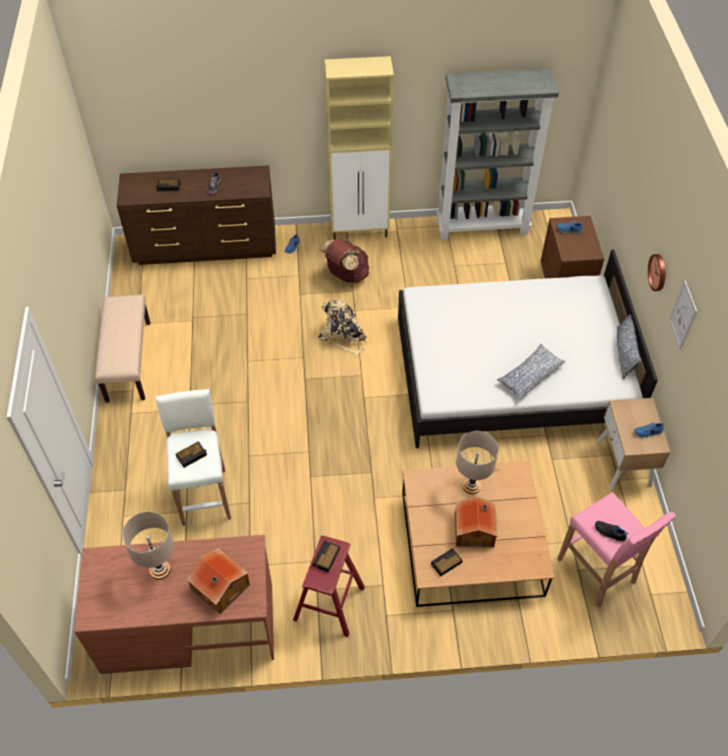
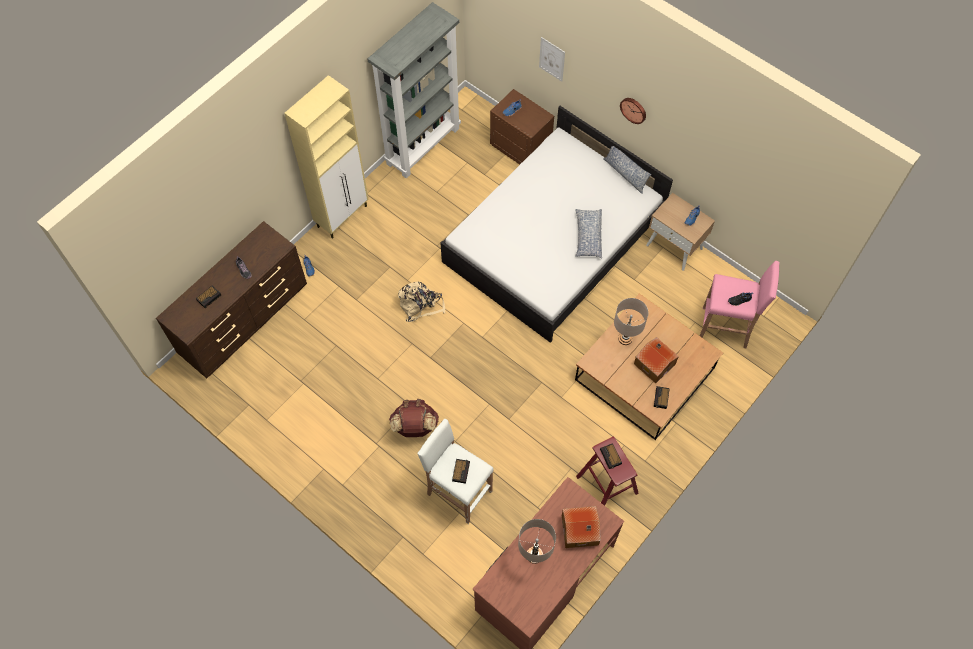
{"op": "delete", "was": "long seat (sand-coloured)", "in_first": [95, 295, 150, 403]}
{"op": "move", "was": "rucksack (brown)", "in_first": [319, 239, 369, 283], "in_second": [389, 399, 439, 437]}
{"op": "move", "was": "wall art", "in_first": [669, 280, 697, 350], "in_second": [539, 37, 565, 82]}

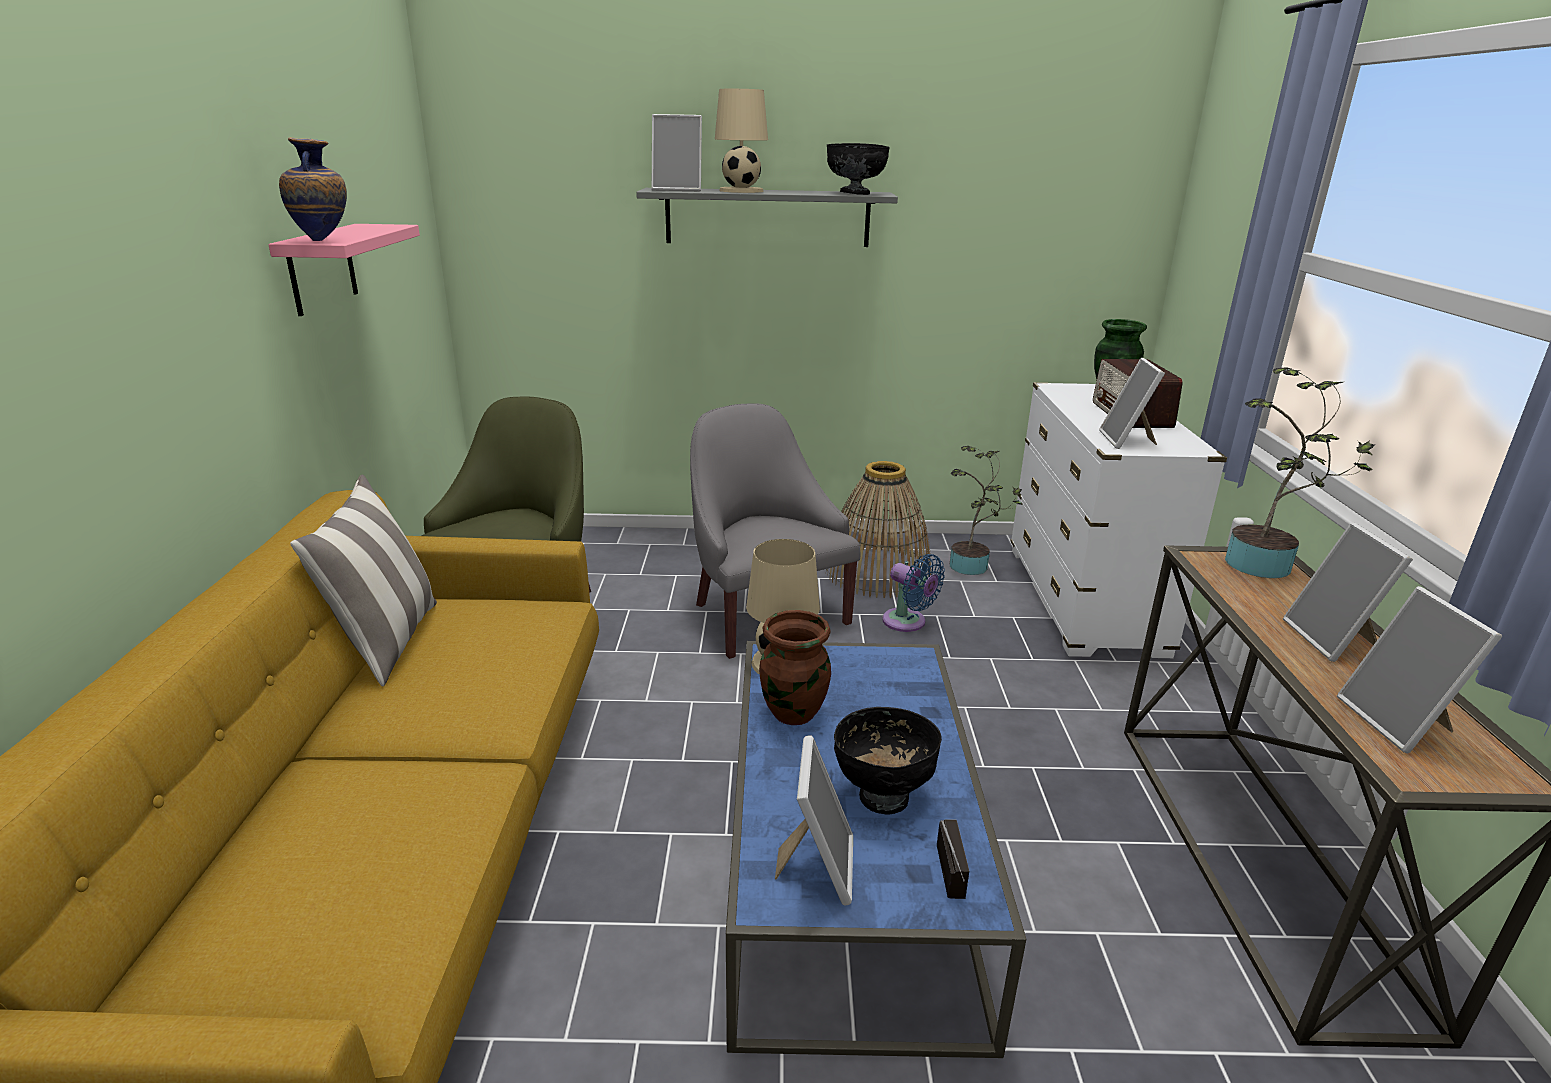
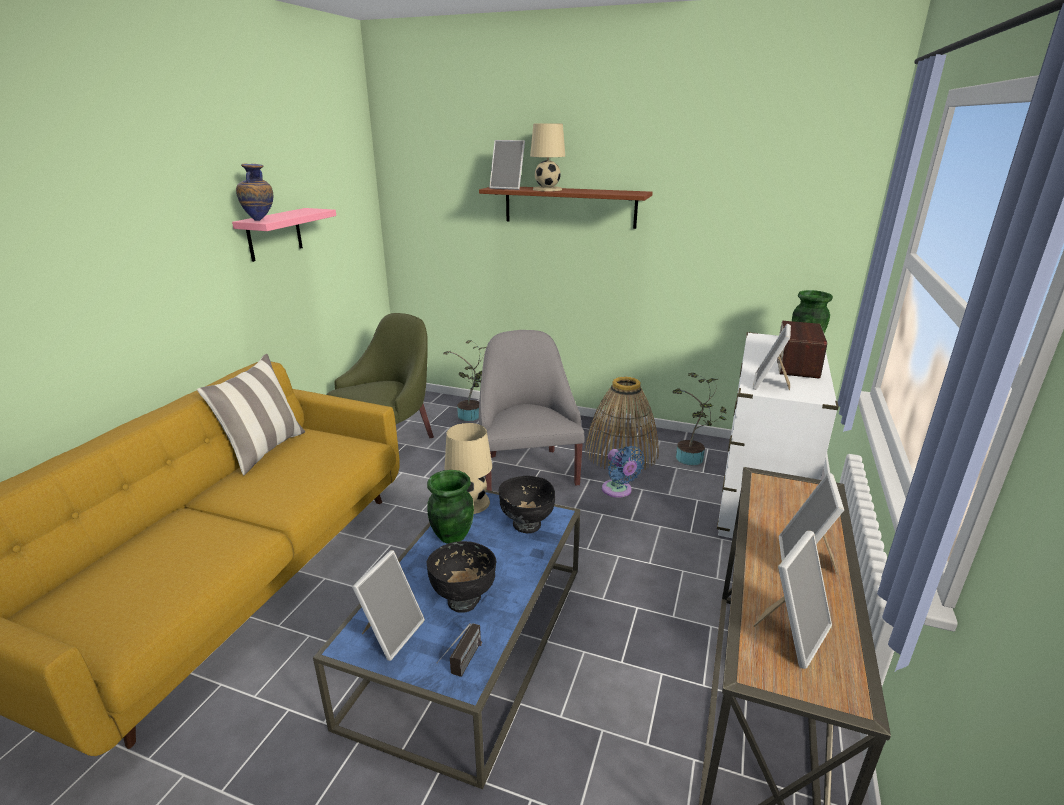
{"op": "move", "was": "deep dish (blackish)", "in_first": [827, 143, 890, 195], "in_second": [499, 476, 555, 533]}
{"op": "move", "was": "plant in a pot", "in_first": [1225, 368, 1375, 578], "in_second": [443, 340, 486, 421]}
{"op": "recolor", "was": "shelf (gray)", "now": "shelf (brown)", "in_first": [636, 188, 898, 247], "in_second": [479, 187, 653, 229]}
{"op": "recolor", "was": "vase (brown)", "now": "vase (greenish)", "in_first": [759, 610, 831, 725], "in_second": [427, 470, 474, 544]}
{"op": "rotate", "was": "picture frame", "in_first": [1337, 586, 1502, 753], "in_second": [754, 531, 832, 669], "clockwise": -150}

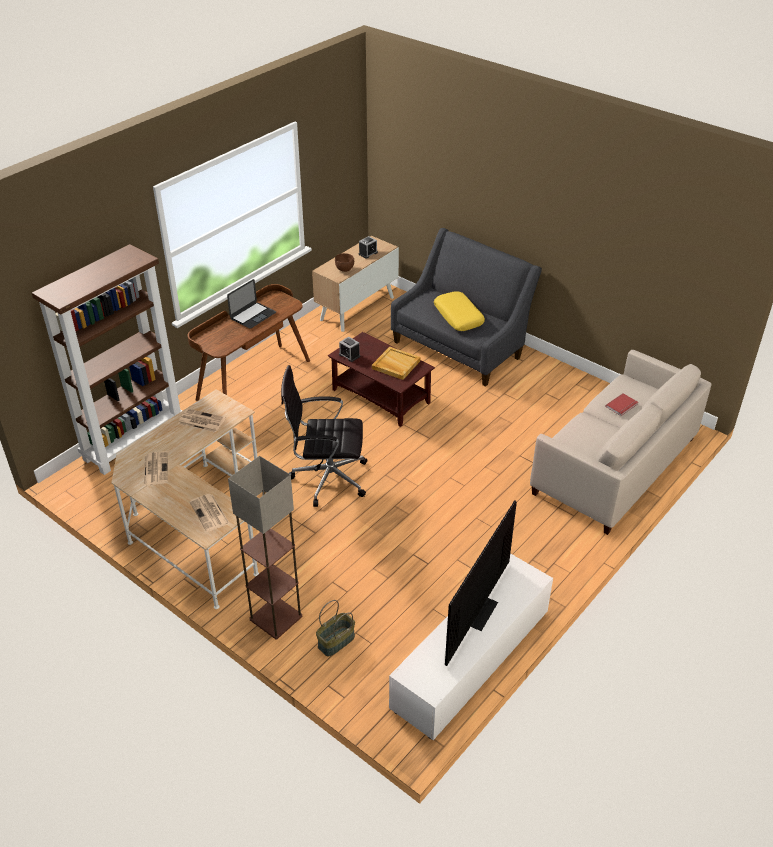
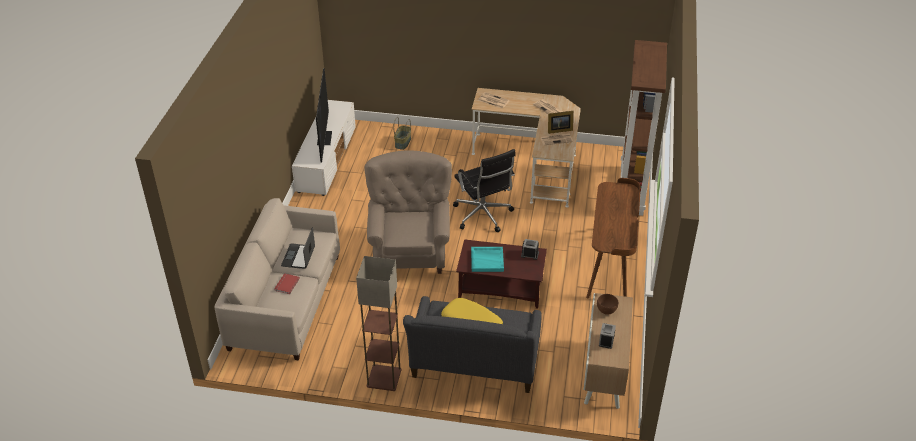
{"op": "insert", "now": "lounge chair (sand-coloured)", "in_second": [364, 150, 452, 274]}
{"op": "insert", "now": "picture frame", "in_second": [548, 111, 573, 134]}
{"op": "move", "was": "laptop", "in_first": [227, 279, 276, 329], "in_second": [281, 228, 315, 269]}
{"op": "move", "was": "standing lamp", "in_first": [228, 456, 302, 640], "in_second": [356, 256, 401, 391]}
{"op": "recolor", "was": "serving tray (sand-coloured)", "now": "serving tray (turquoise)", "in_first": [372, 347, 421, 380], "in_second": [471, 247, 504, 272]}
{"op": "rotate", "was": "office chair (blackish)", "in_first": [281, 365, 367, 507], "in_second": [453, 149, 516, 232], "clockwise": 90}

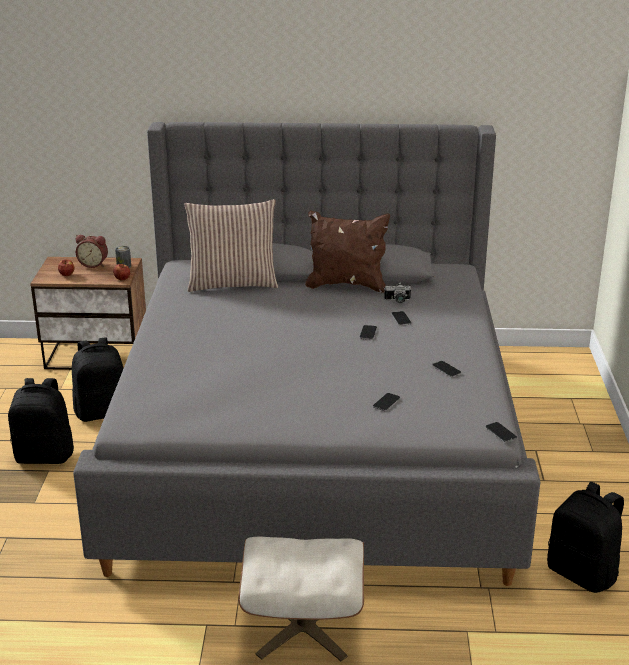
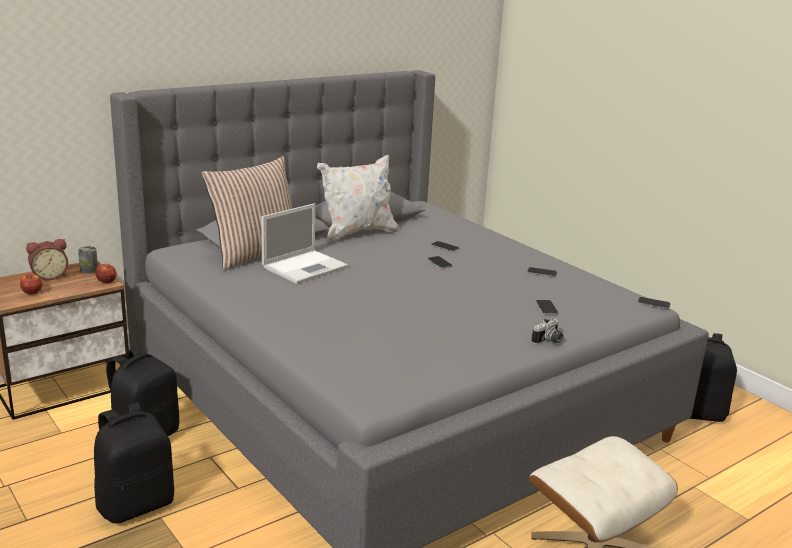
{"op": "insert", "now": "laptop", "in_second": [261, 203, 348, 284]}
{"op": "move", "was": "photo camera", "in_first": [384, 282, 411, 303], "in_second": [531, 317, 564, 344]}
{"op": "recolor", "was": "pillow (brown)", "now": "pillow (white)", "in_first": [305, 210, 390, 293], "in_second": [317, 155, 399, 242]}

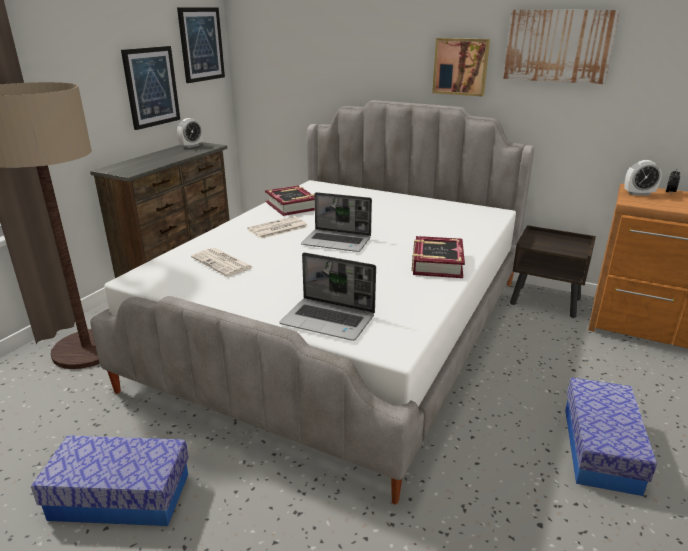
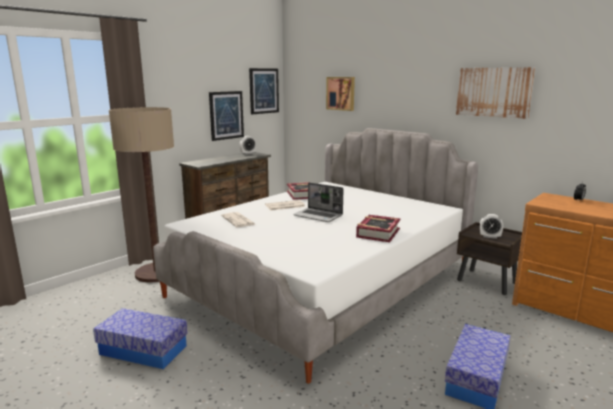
{"op": "delete", "was": "laptop", "in_first": [280, 252, 376, 341]}
{"op": "move", "was": "wall art", "in_first": [432, 38, 490, 96], "in_second": [326, 77, 355, 111]}
{"op": "move", "was": "bedside clock", "in_first": [624, 160, 662, 196], "in_second": [480, 214, 503, 239]}

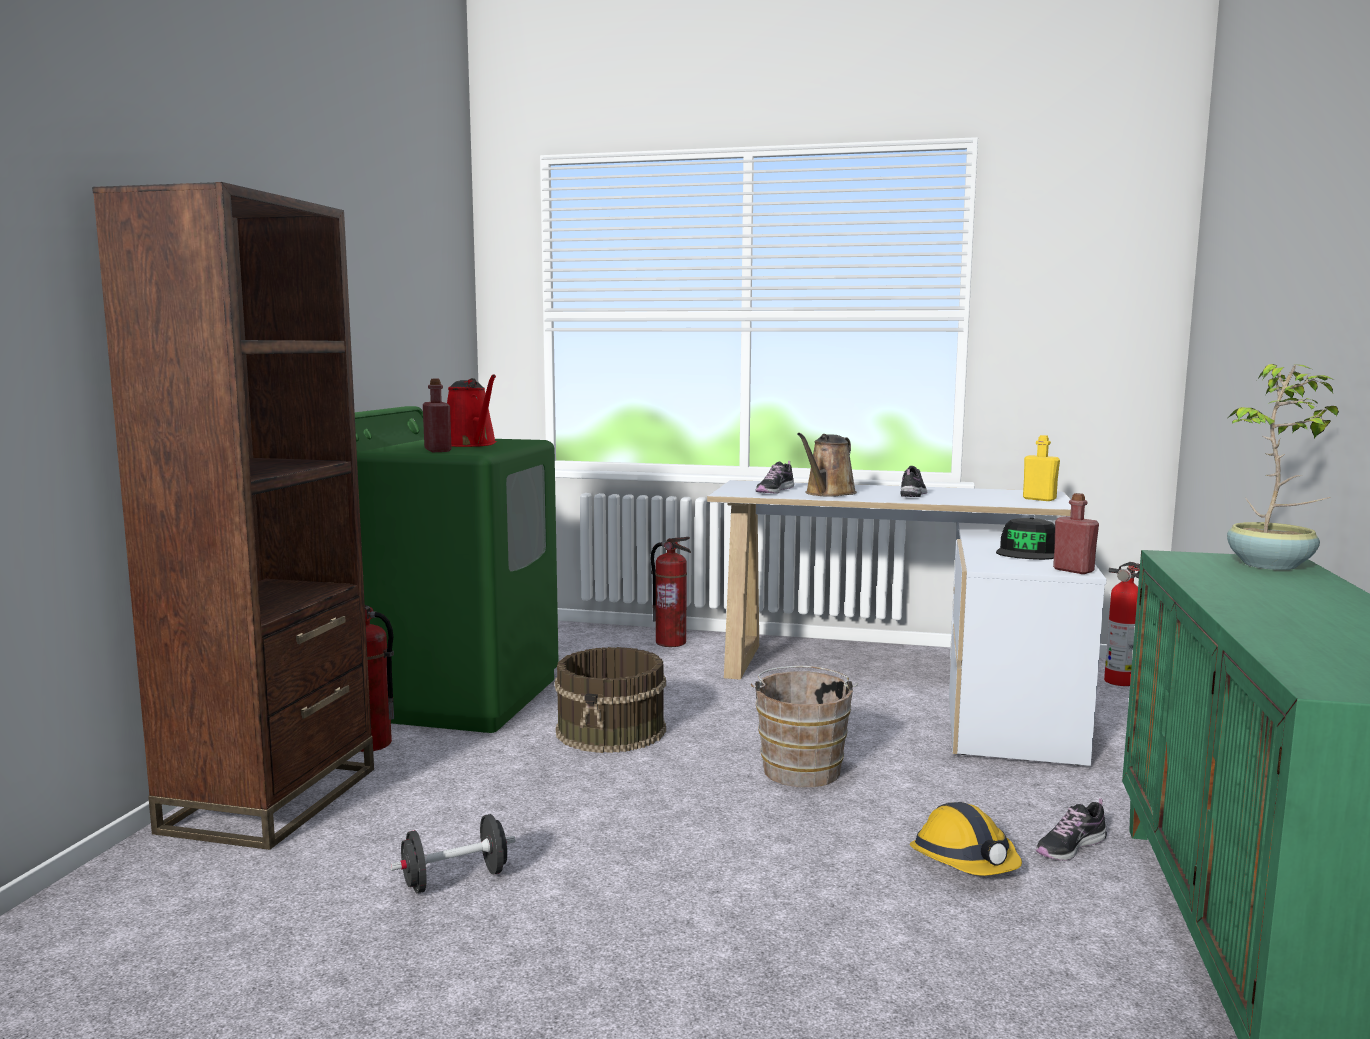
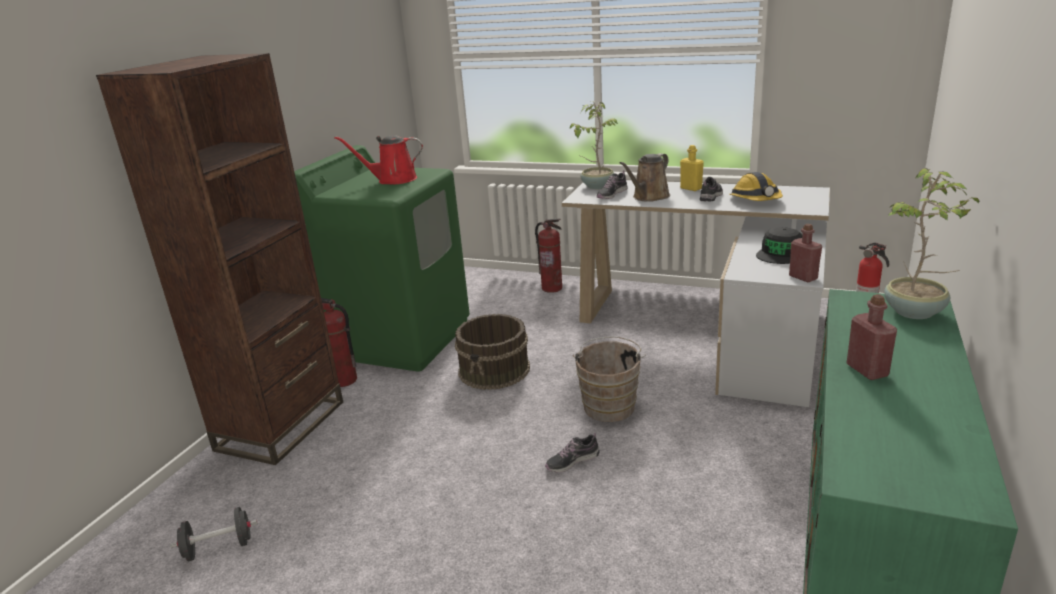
{"op": "insert", "now": "plant in a pot", "in_second": [570, 101, 618, 189]}
{"op": "move", "was": "hand weight (blackish)", "in_first": [390, 814, 515, 893], "in_second": [170, 507, 258, 561]}
{"op": "move", "was": "drink bottle (reddish)", "in_first": [423, 379, 452, 452], "in_second": [847, 294, 897, 380]}
{"op": "move", "was": "work helmet", "in_first": [910, 802, 1022, 876], "in_second": [729, 172, 783, 201]}
{"op": "move", "was": "drink bottle (yellowish)", "in_first": [1023, 435, 1060, 501], "in_second": [680, 145, 704, 191]}
{"op": "move", "was": "shoe", "in_first": [1036, 798, 1107, 861], "in_second": [545, 432, 600, 472]}
{"op": "rotate", "was": "sprinkling can (reddish)", "in_first": [447, 374, 497, 447], "in_second": [334, 135, 423, 184], "clockwise": 105}

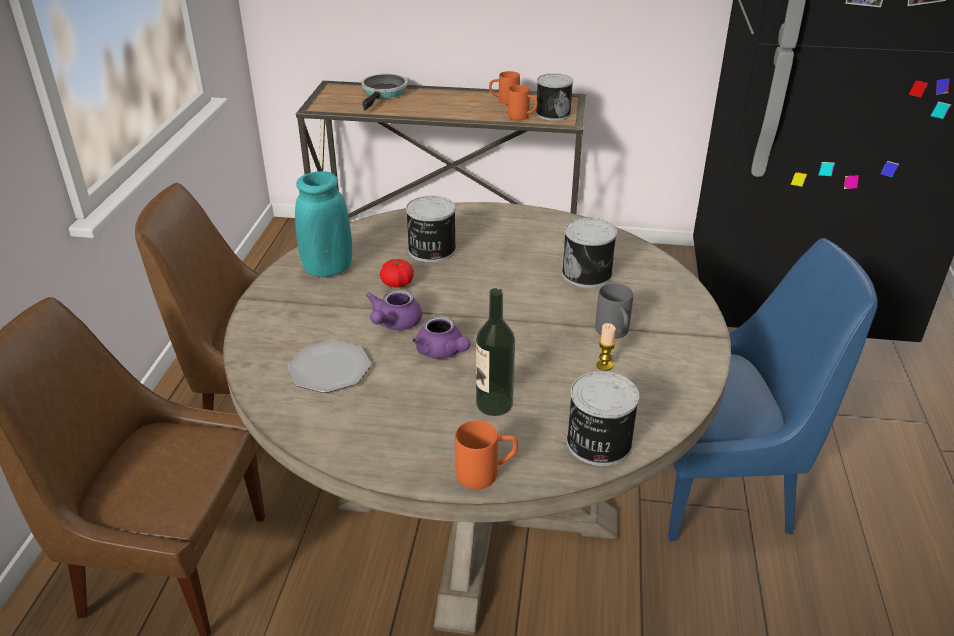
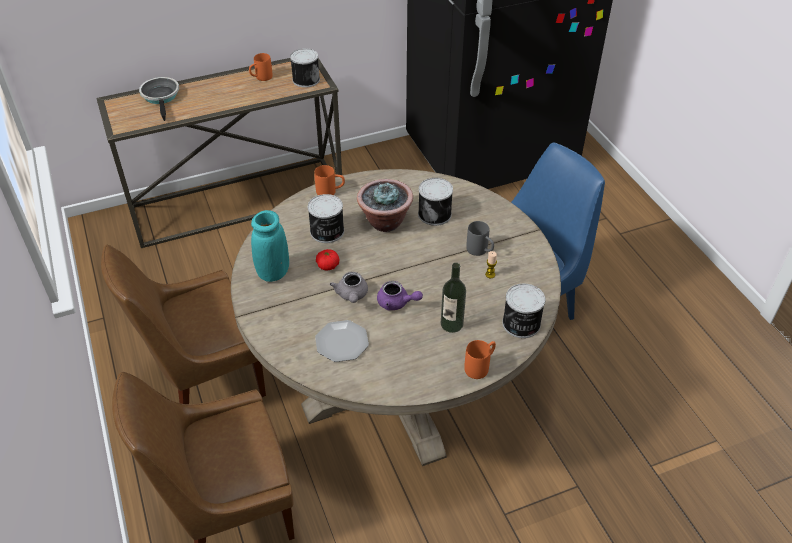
{"op": "insert", "now": "plant in a pot", "in_second": [357, 179, 413, 232]}
{"op": "move", "was": "tea mug (orangey)", "in_first": [508, 85, 538, 120], "in_second": [314, 165, 345, 195]}
{"op": "recolor", "was": "teapot (purplish)", "now": "teapot (gray)", "in_first": [366, 289, 422, 330], "in_second": [330, 272, 368, 303]}

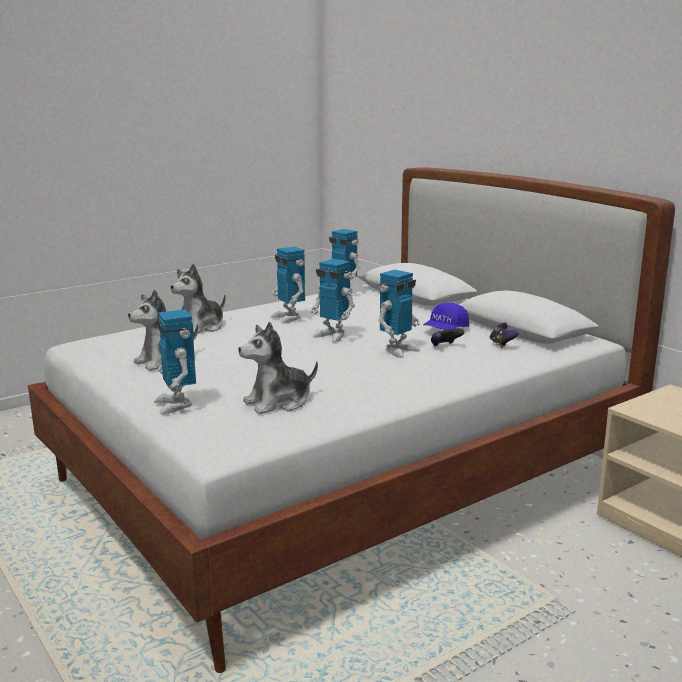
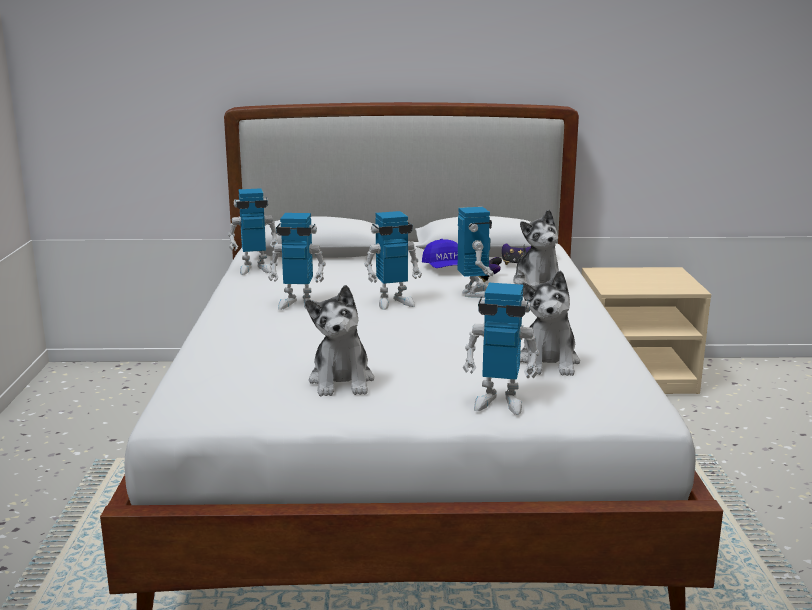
{"op": "move", "was": "plush toy", "in_first": [170, 264, 226, 334], "in_second": [513, 210, 559, 286]}

